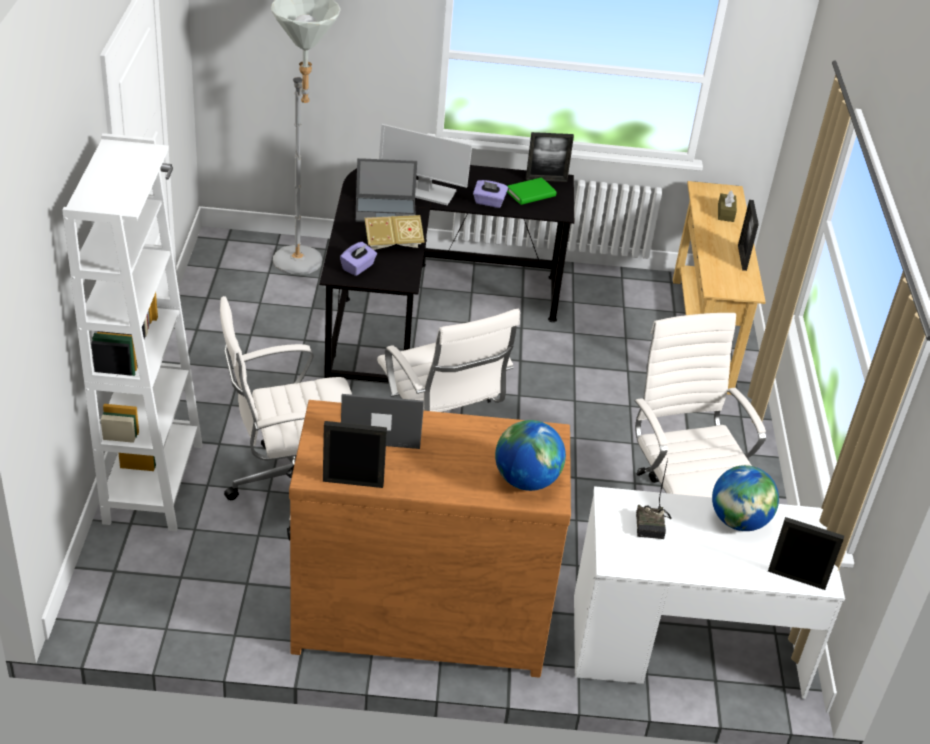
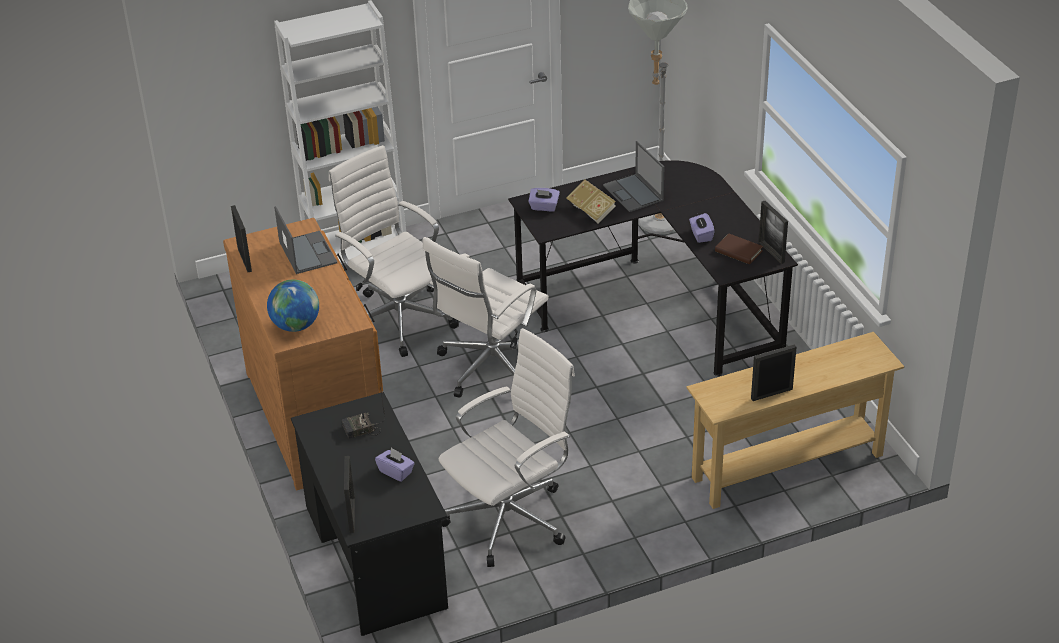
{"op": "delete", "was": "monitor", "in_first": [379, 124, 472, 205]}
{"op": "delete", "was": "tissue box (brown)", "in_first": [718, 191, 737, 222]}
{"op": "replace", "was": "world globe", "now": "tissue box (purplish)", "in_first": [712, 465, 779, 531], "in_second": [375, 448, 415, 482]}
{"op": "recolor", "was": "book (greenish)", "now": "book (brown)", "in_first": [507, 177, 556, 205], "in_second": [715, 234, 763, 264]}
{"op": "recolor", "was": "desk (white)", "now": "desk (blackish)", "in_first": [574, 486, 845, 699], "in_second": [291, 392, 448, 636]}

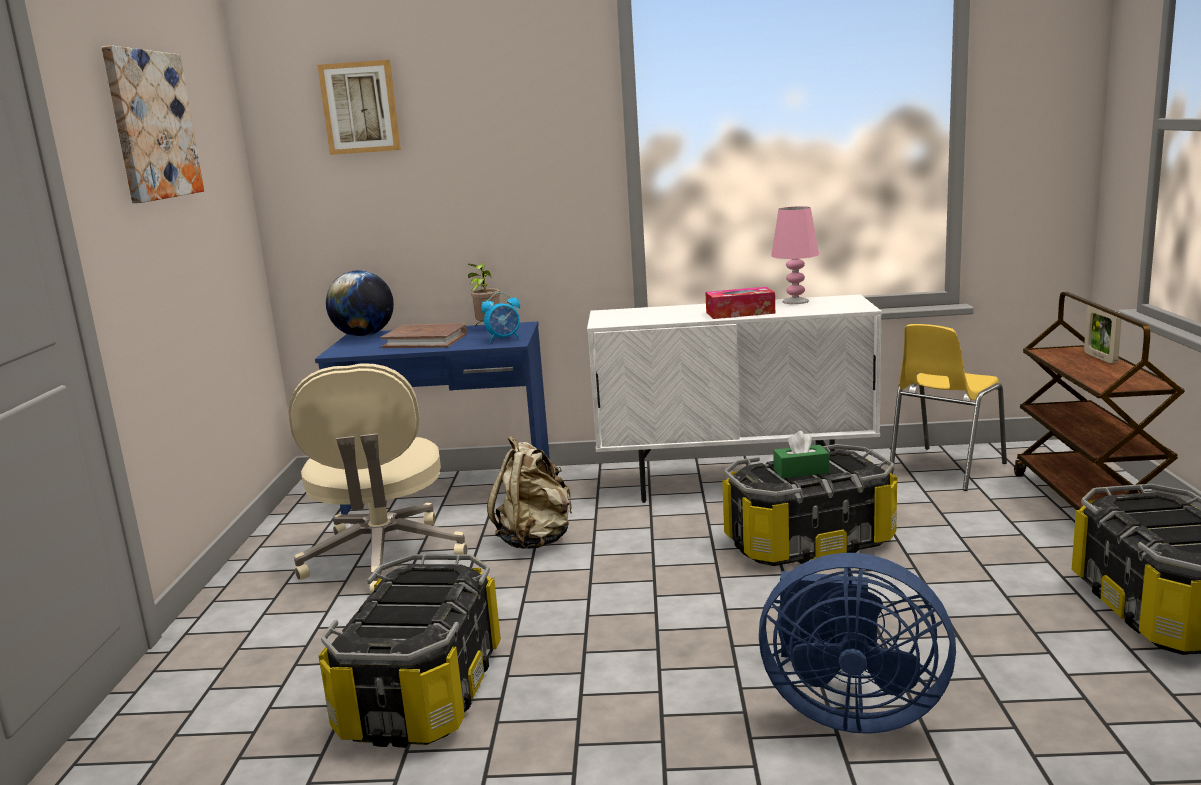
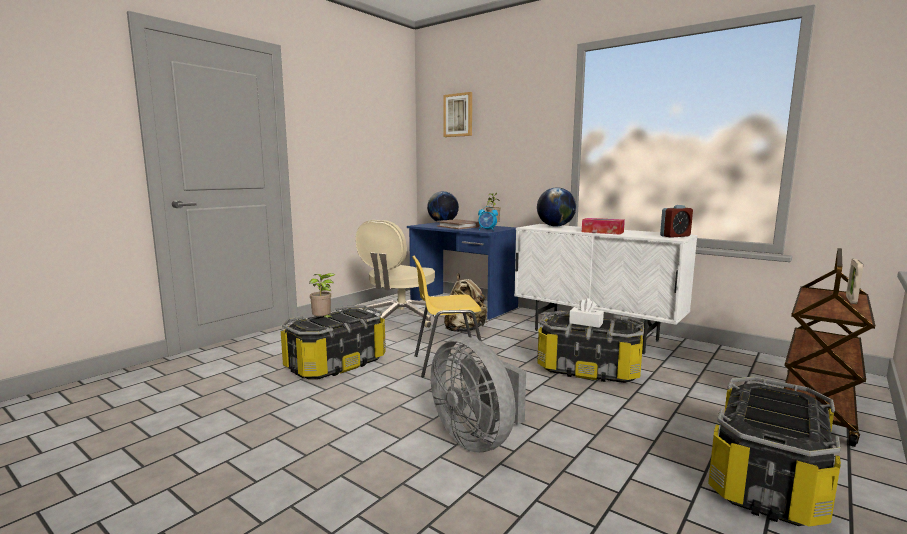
{"op": "delete", "was": "wall art", "in_first": [101, 45, 204, 203]}
{"op": "delete", "was": "lamp for a table (pink-coloured)", "in_first": [772, 206, 819, 304]}
{"op": "insert", "now": "plant in a pot", "in_second": [309, 273, 335, 318]}
{"op": "insert", "now": "world globe", "in_second": [537, 187, 576, 227]}
{"op": "insert", "now": "bedside clock", "in_second": [660, 205, 693, 238]}
{"op": "move", "was": "chair (yellowish)", "in_first": [890, 324, 1007, 491], "in_second": [412, 256, 482, 377]}
{"op": "recolor", "was": "electric fan (blue-coloured)", "now": "electric fan (gray)", "in_first": [759, 553, 956, 734], "in_second": [431, 337, 526, 452]}
{"op": "recolor", "was": "tissue box (greenish)", "now": "tissue box (white)", "in_first": [773, 431, 829, 478], "in_second": [569, 298, 604, 328]}

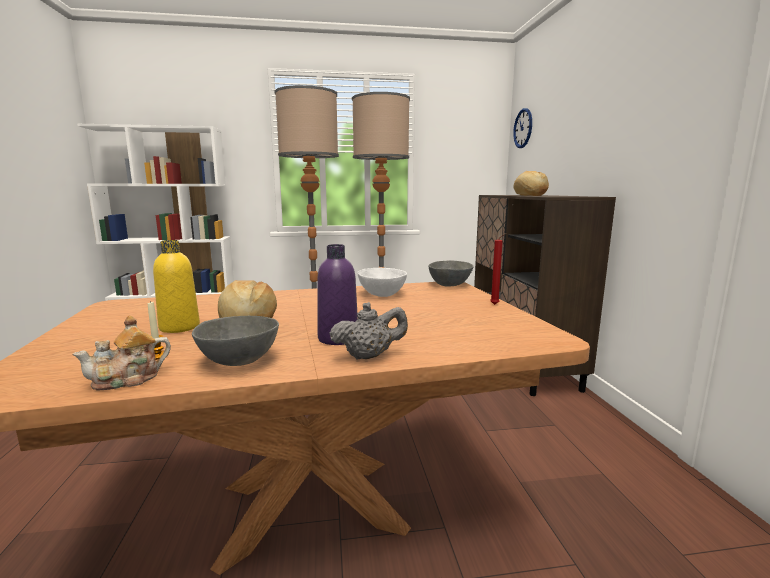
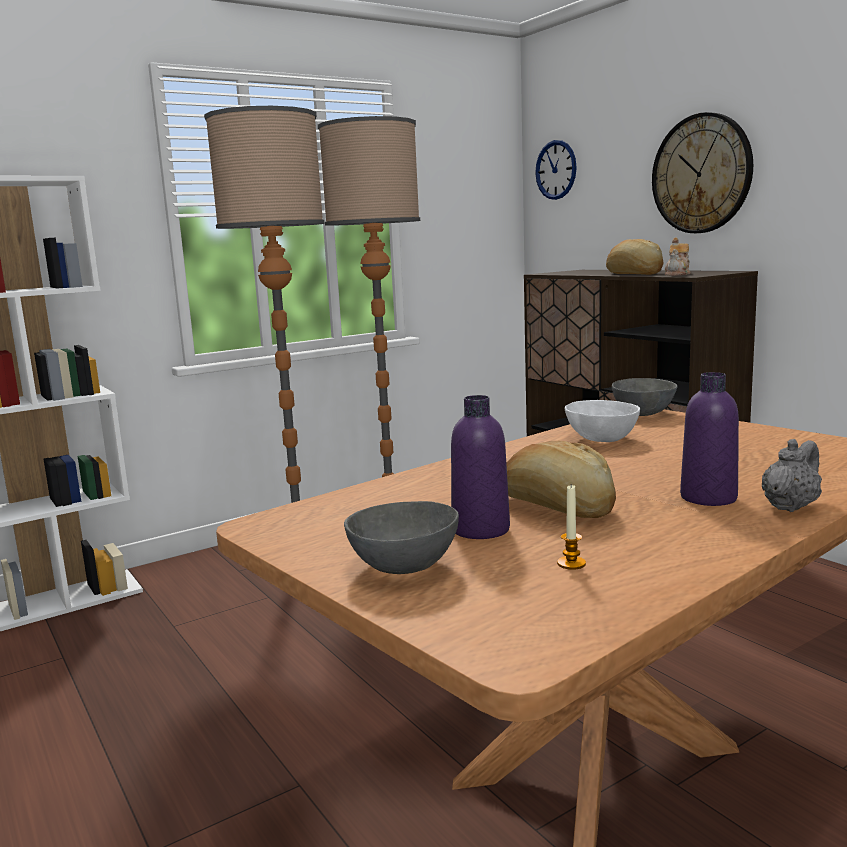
{"op": "delete", "was": "candle (reddish)", "in_first": [490, 233, 507, 305]}
{"op": "insert", "now": "clock on the wall", "in_second": [652, 112, 753, 233]}
{"op": "move", "was": "teapot", "in_first": [73, 315, 171, 390], "in_second": [665, 238, 691, 276]}
{"op": "move", "was": "deep dish (gray)", "in_first": [192, 316, 279, 366], "in_second": [344, 501, 459, 574]}
{"op": "recolor", "was": "drink bottle (yellowish)", "now": "drink bottle (purplish)", "in_first": [153, 240, 200, 333], "in_second": [451, 395, 510, 539]}

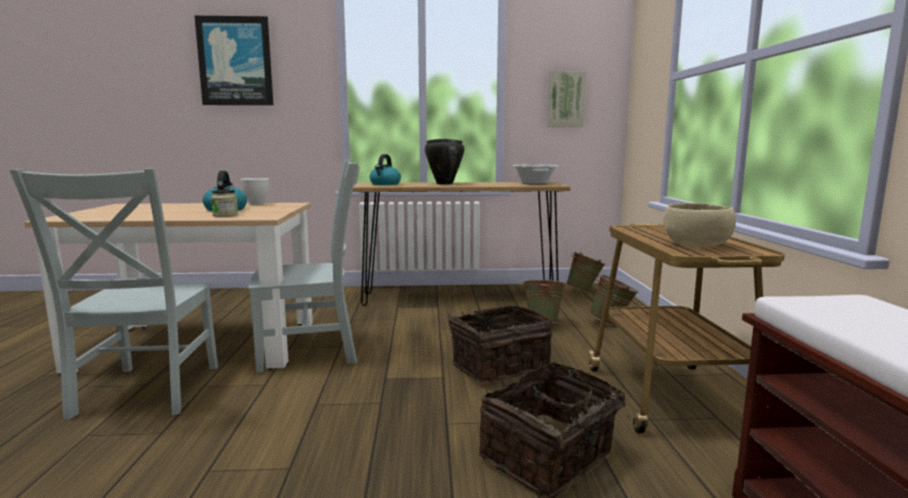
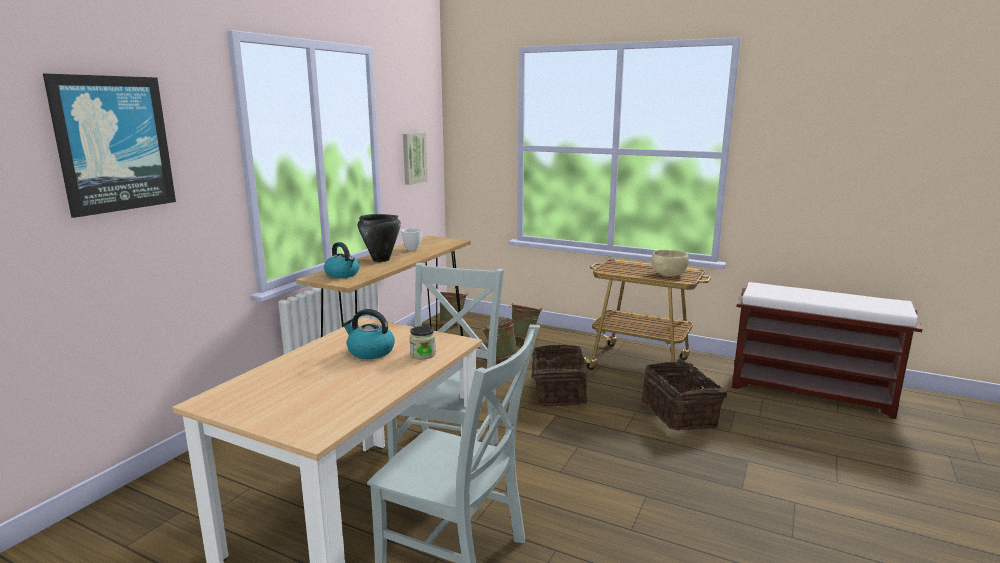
{"op": "delete", "was": "cooking pot", "in_first": [512, 165, 558, 185]}
{"op": "move", "was": "deep dish (white)", "in_first": [241, 178, 269, 205], "in_second": [401, 228, 422, 251]}

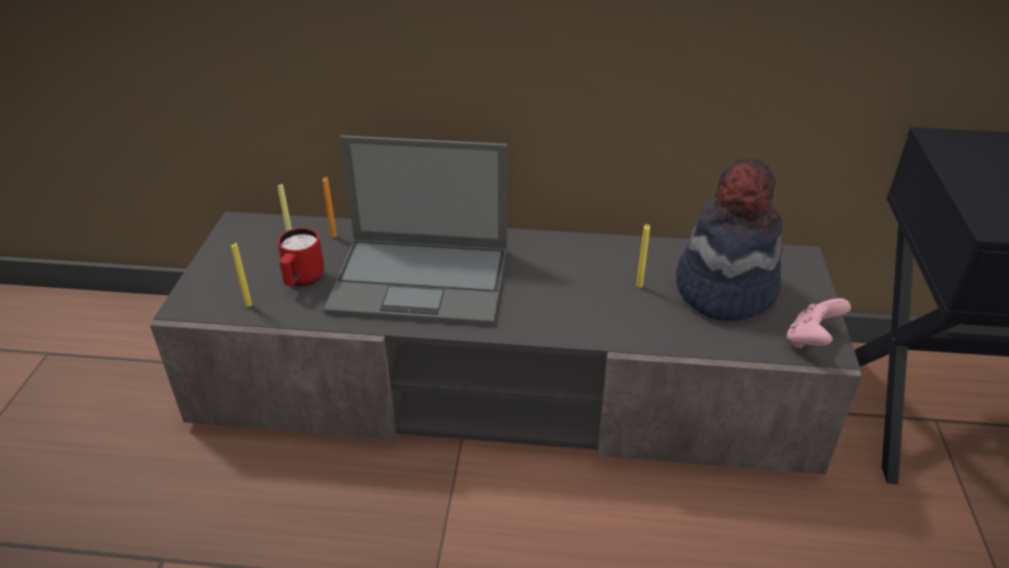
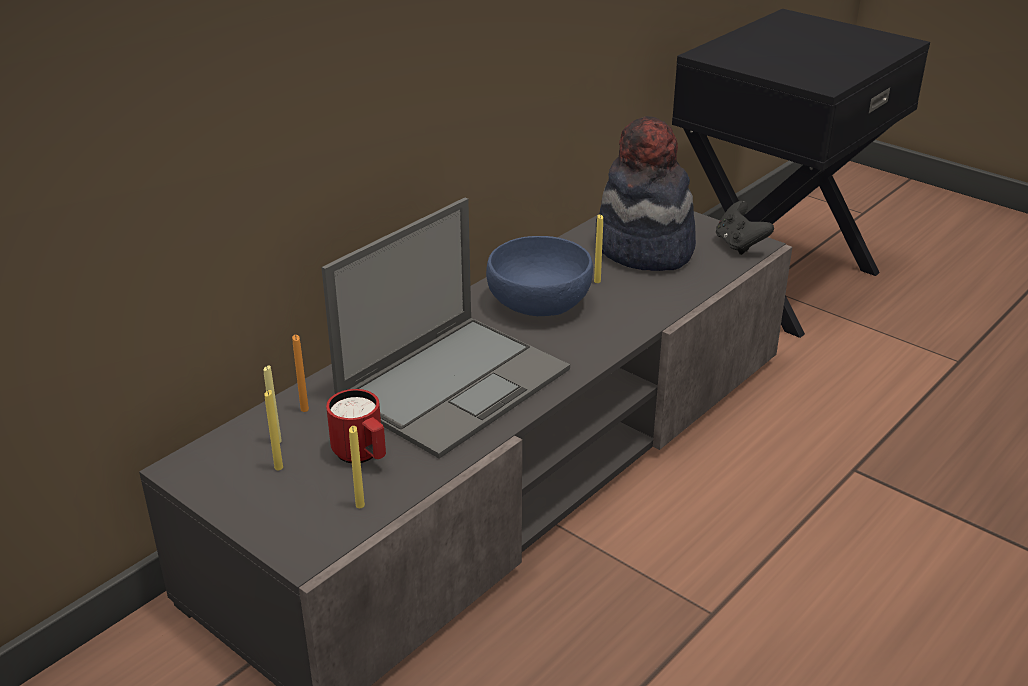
{"op": "insert", "now": "candle (yellowish)", "in_second": [265, 390, 283, 470]}
{"op": "insert", "now": "deep dish (blue-coloured)", "in_second": [486, 236, 593, 316]}
{"op": "recolor", "was": "game controller (pink-coloured)", "now": "game controller (blackish)", "in_first": [787, 298, 851, 348], "in_second": [716, 201, 774, 255]}

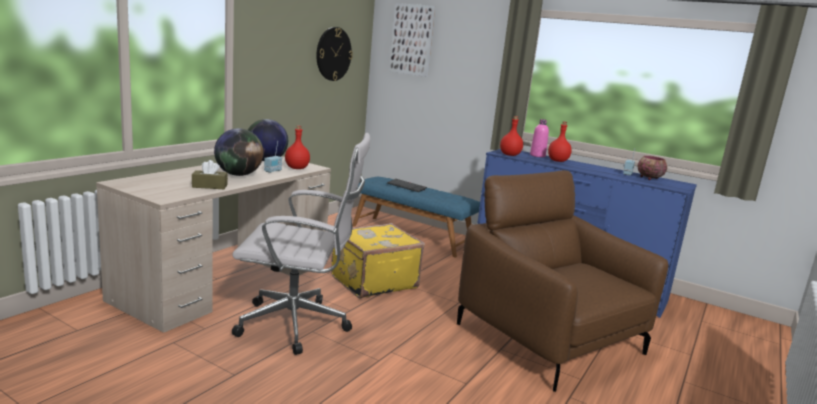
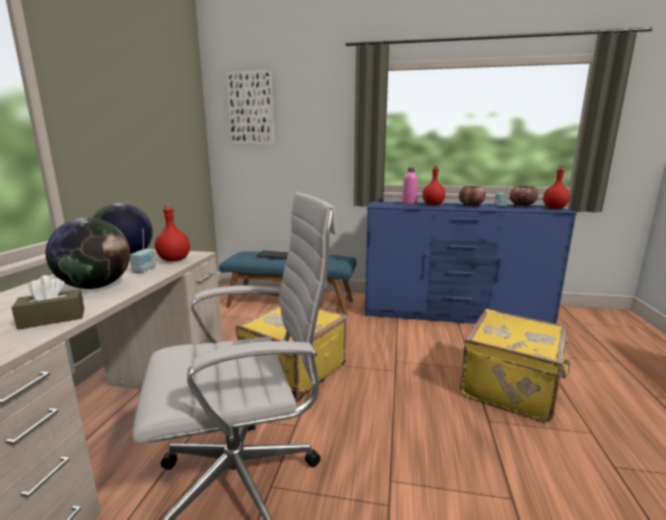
{"op": "delete", "was": "clock on the wall", "in_first": [316, 27, 353, 81]}
{"op": "insert", "now": "deep dish", "in_second": [459, 186, 486, 208]}
{"op": "move", "was": "drink bottle (reddish)", "in_first": [500, 116, 523, 156], "in_second": [543, 167, 570, 209]}
{"op": "replace", "was": "lounge chair (brown)", "now": "suitcase (yellowish)", "in_first": [457, 170, 668, 392], "in_second": [460, 309, 570, 422]}

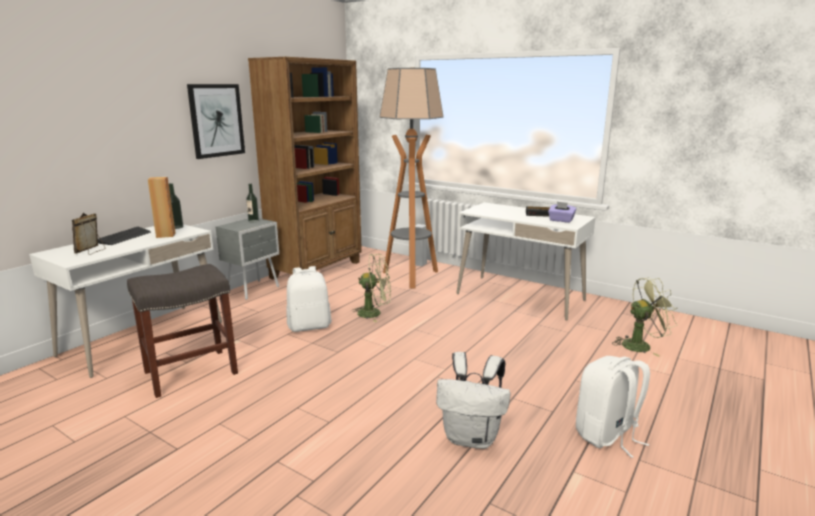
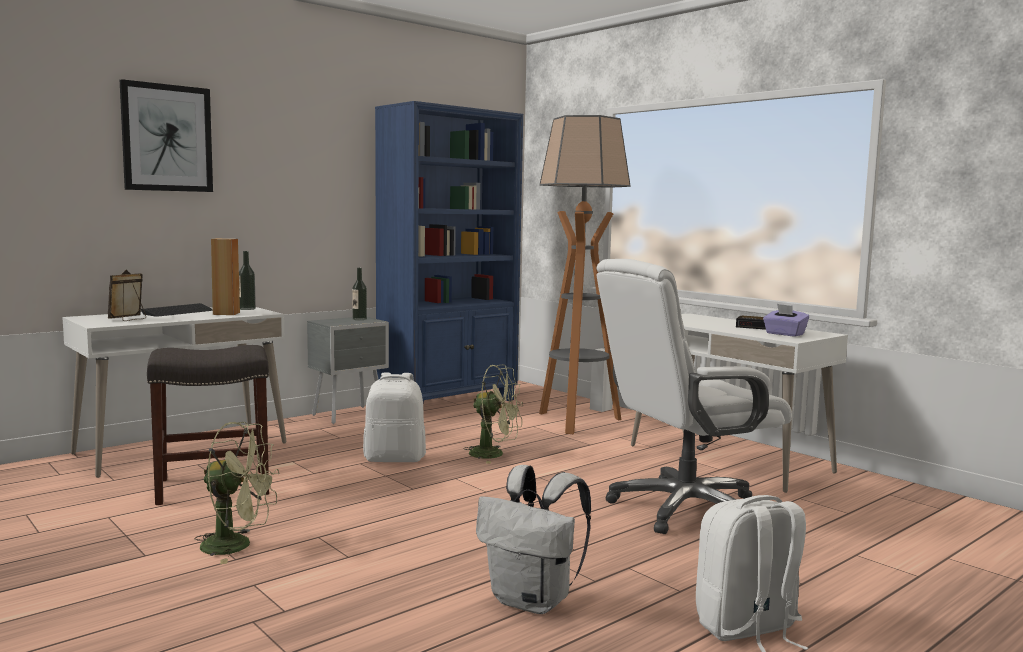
{"op": "insert", "now": "office chair (white)", "in_second": [596, 259, 792, 534]}
{"op": "move", "was": "wall art", "in_first": [187, 84, 245, 159], "in_second": [120, 79, 213, 192]}
{"op": "move", "was": "electric fan (greenish)", "in_first": [612, 278, 678, 357], "in_second": [195, 422, 279, 564]}
{"op": "recolor", "was": "bookshelf (brown)", "now": "bookshelf (blue-coloured)", "in_first": [248, 57, 362, 279], "in_second": [375, 101, 523, 403]}

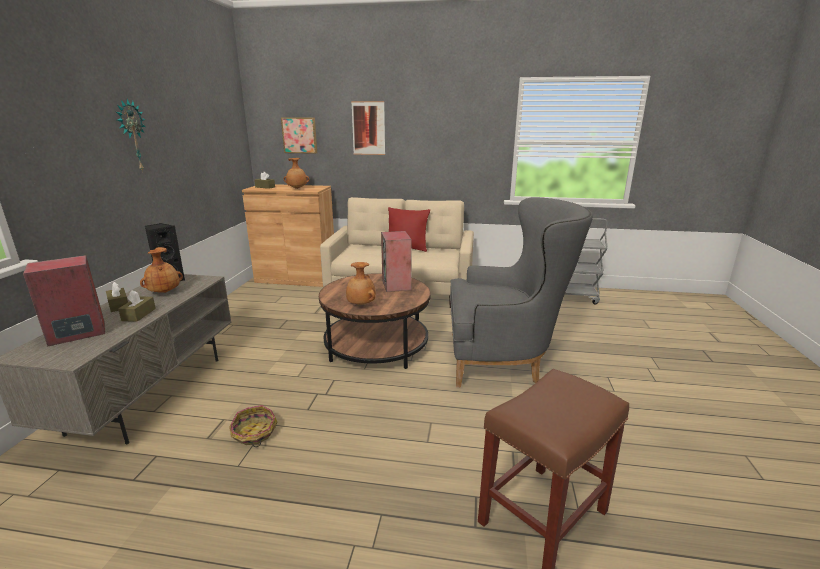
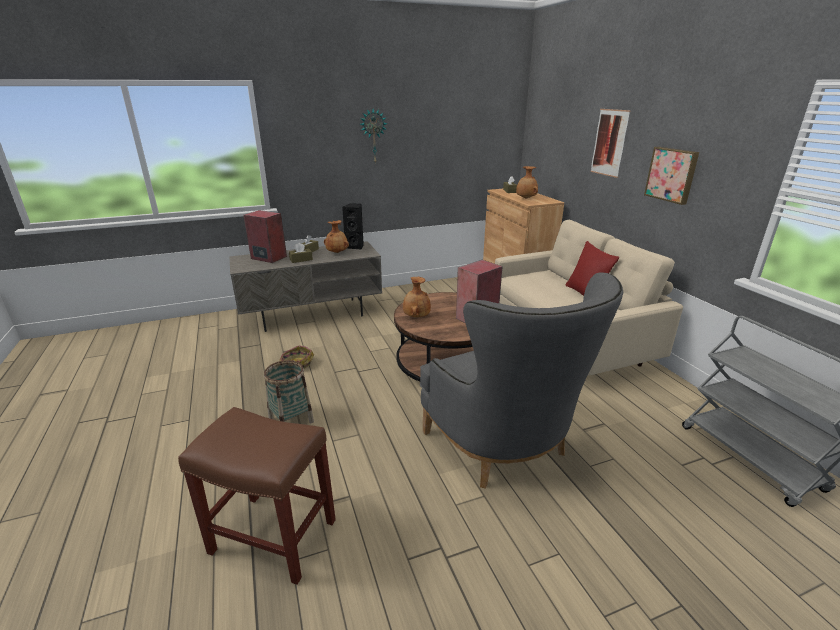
{"op": "insert", "now": "basket", "in_second": [264, 360, 314, 423]}
{"op": "move", "was": "wall art", "in_first": [281, 118, 317, 154], "in_second": [644, 147, 699, 205]}

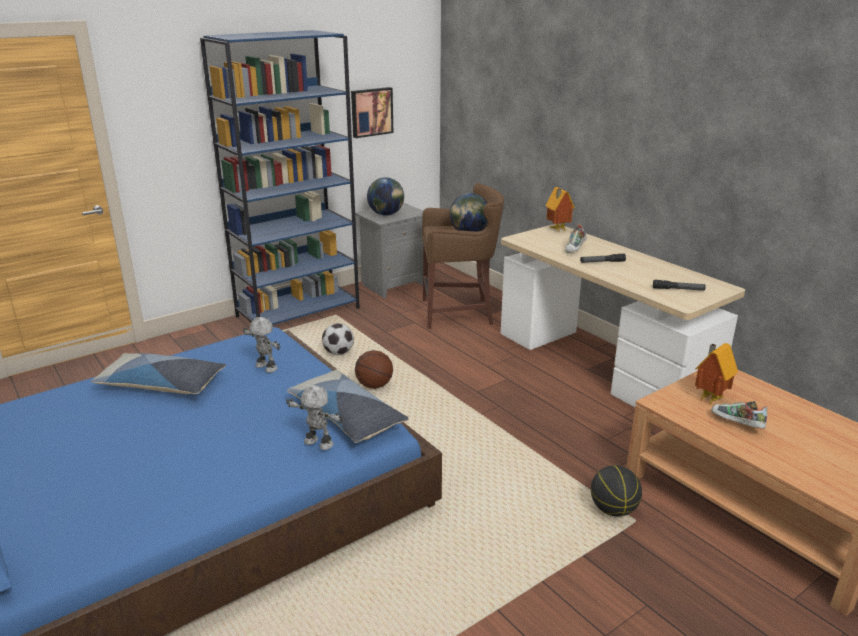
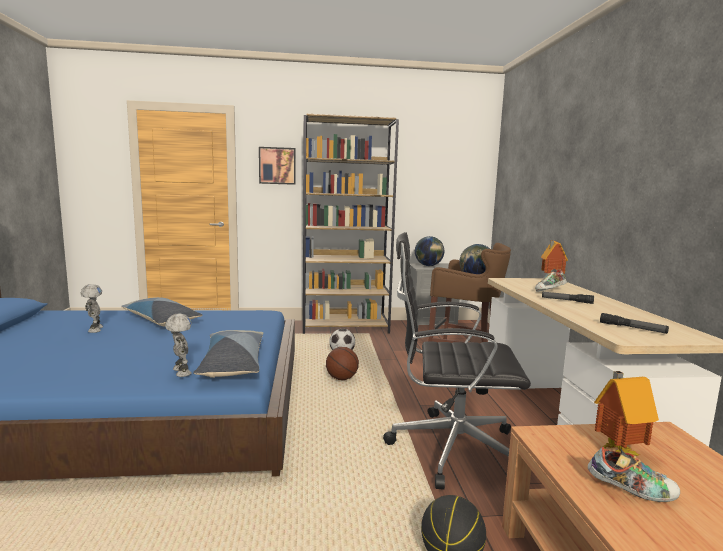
{"op": "insert", "now": "office chair (blackish)", "in_second": [383, 232, 531, 490]}
{"op": "move", "was": "toy robot", "in_first": [243, 317, 281, 373], "in_second": [80, 284, 103, 333]}
{"op": "move", "was": "wall art", "in_first": [351, 87, 393, 138], "in_second": [259, 147, 296, 185]}
{"op": "recolor", "was": "bookshelf (blue-coloured)", "now": "bookshelf (brown)", "in_first": [200, 30, 360, 325], "in_second": [303, 114, 399, 334]}
{"op": "rotate", "was": "shoe", "in_first": [711, 401, 767, 429], "in_second": [588, 447, 680, 502], "clockwise": 120}

